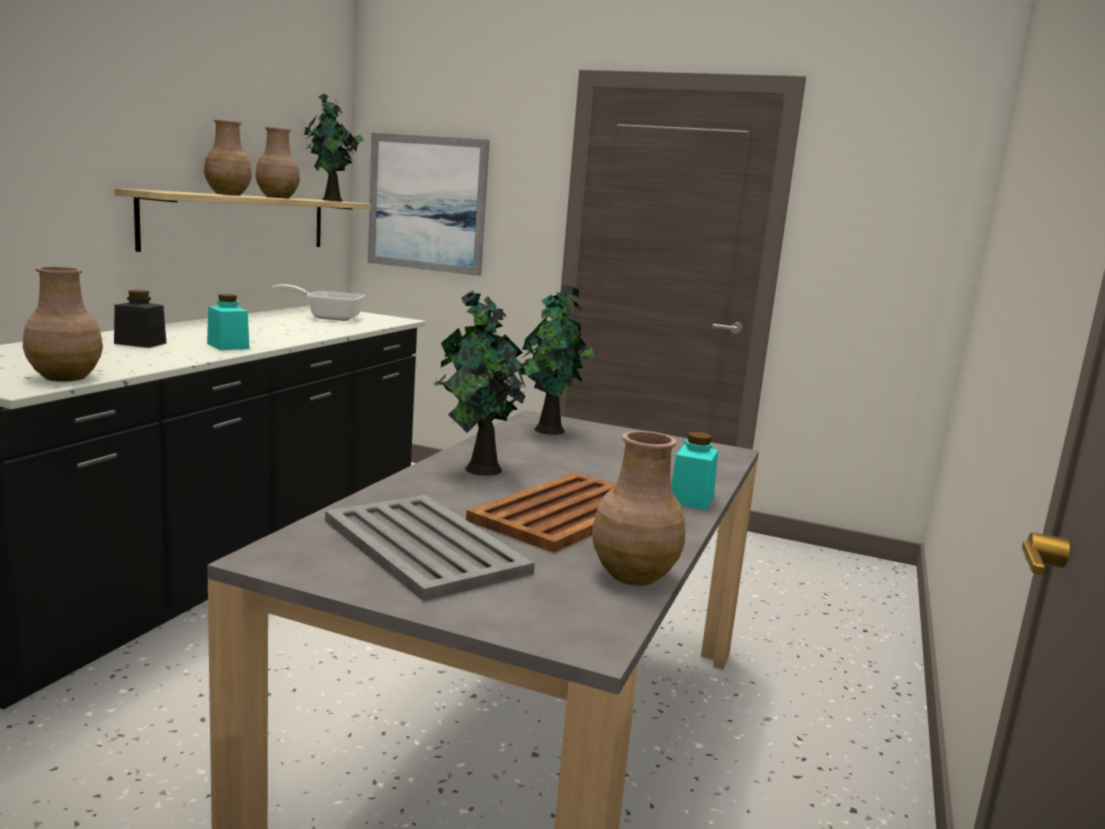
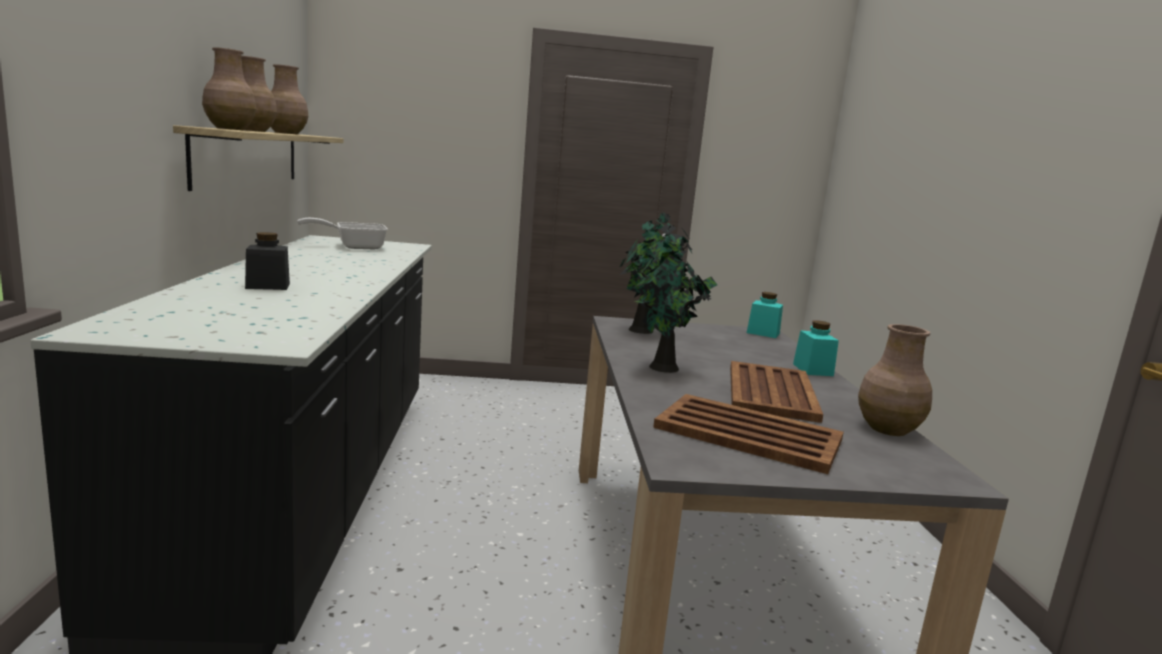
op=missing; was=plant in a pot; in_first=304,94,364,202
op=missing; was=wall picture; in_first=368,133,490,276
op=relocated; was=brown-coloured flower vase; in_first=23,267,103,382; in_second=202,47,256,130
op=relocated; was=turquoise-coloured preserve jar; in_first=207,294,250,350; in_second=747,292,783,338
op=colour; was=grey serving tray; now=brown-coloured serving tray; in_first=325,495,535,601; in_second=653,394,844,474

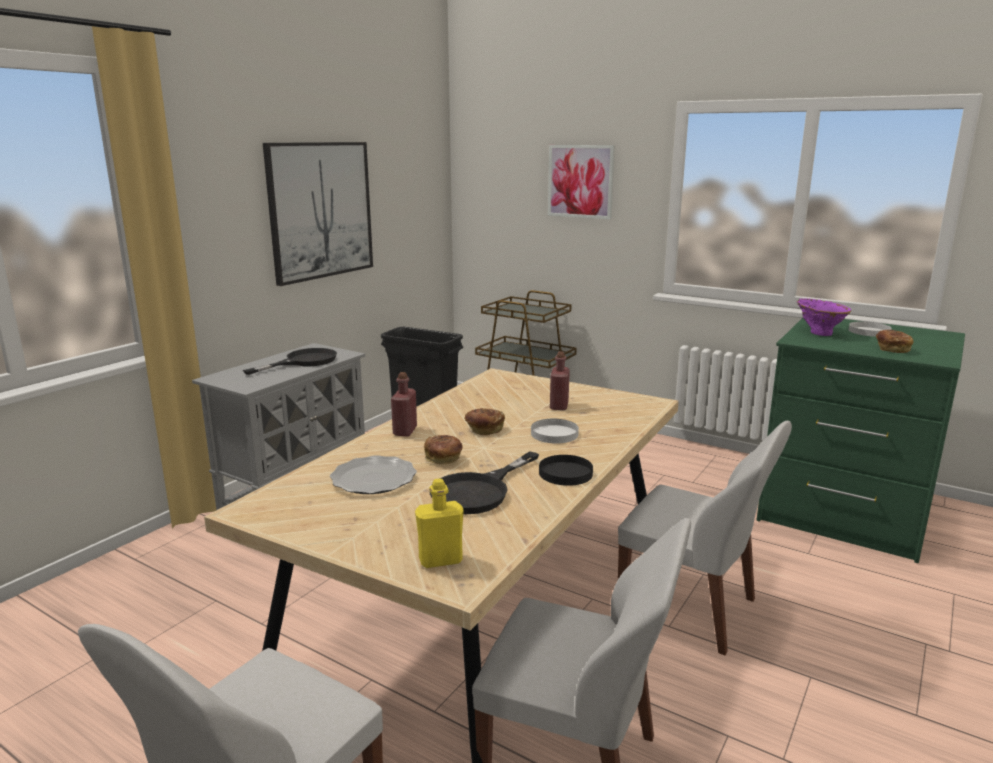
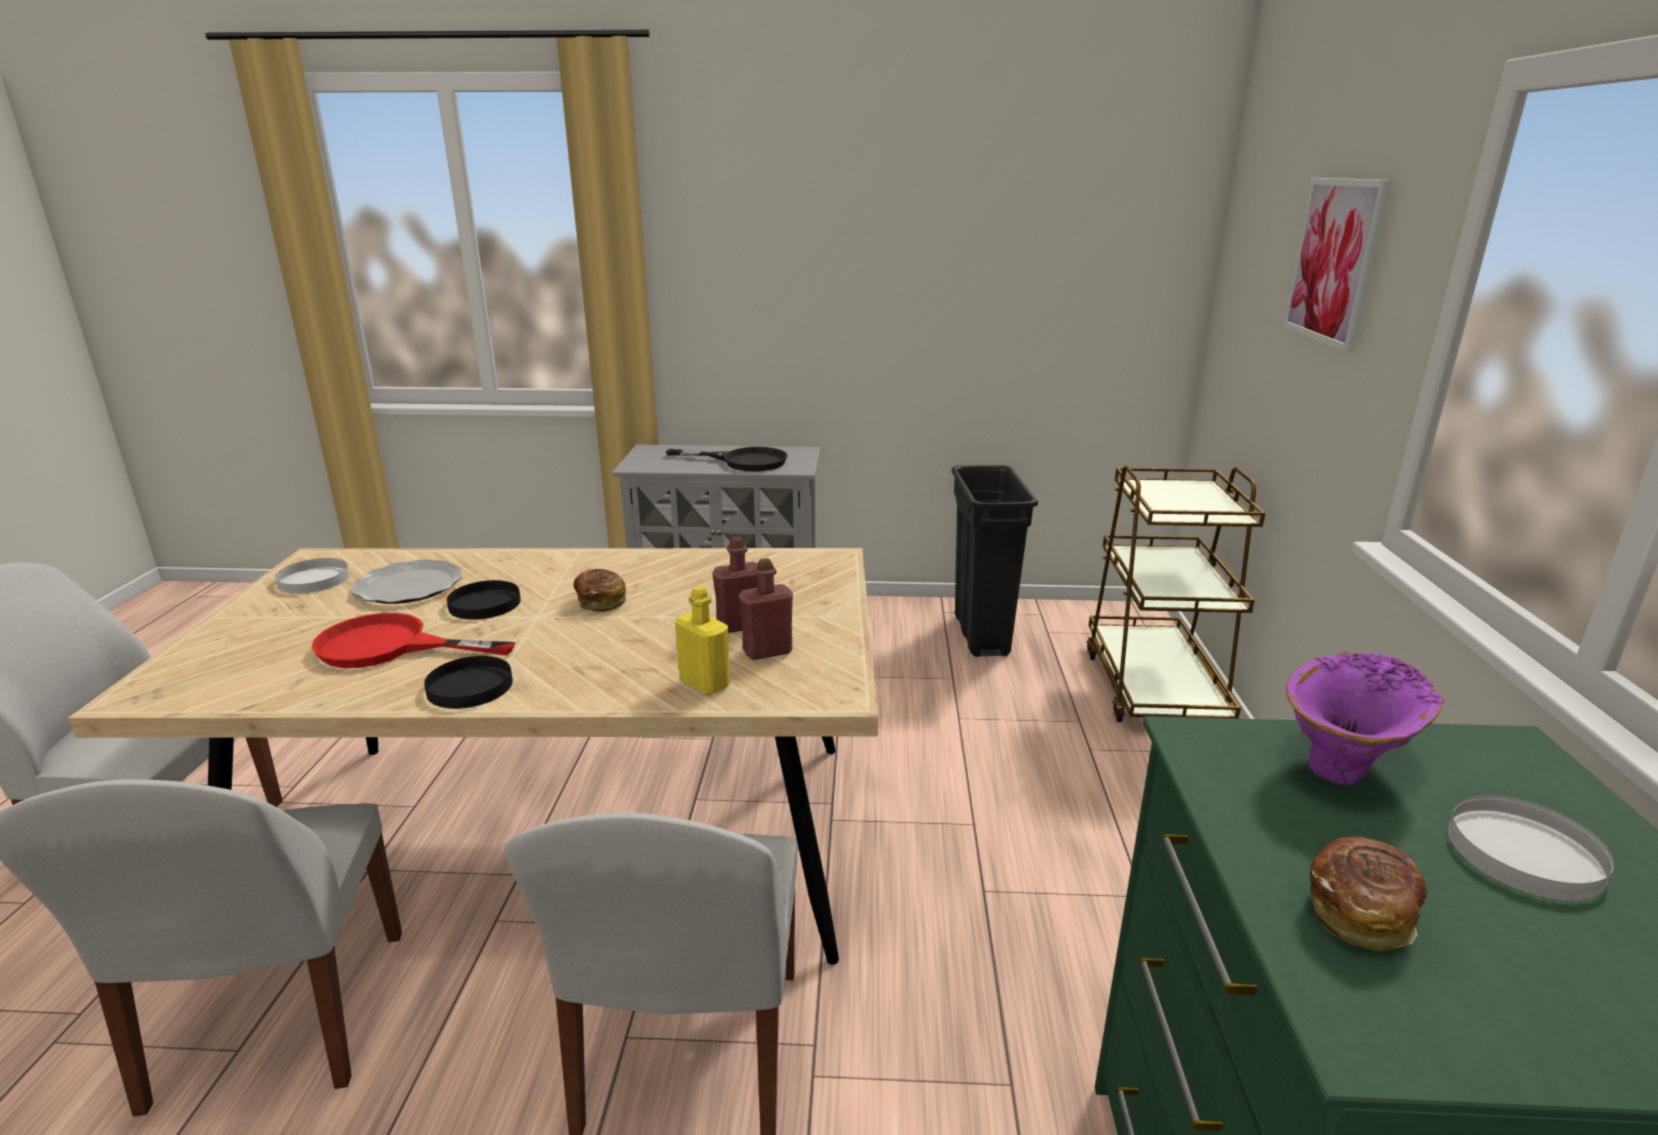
op=missing; was=wall picture; in_first=263,142,373,286
op=relocated; was=reddish beverage bottle; in_first=391,372,417,436; in_second=739,558,793,660
op=relocated; was=yellow-coloured beverage bottle; in_first=415,478,464,568; in_second=675,585,730,696
op=relocated; was=white dinner plate; in_first=531,419,579,444; in_second=275,558,350,594
op=exchanged; was=baked bread; now=black dinner plate; in_first=424,435,462,464; in_second=447,580,521,620
op=colour; was=black skillet; now=reddish skillet; in_first=429,451,539,514; in_second=311,613,515,668

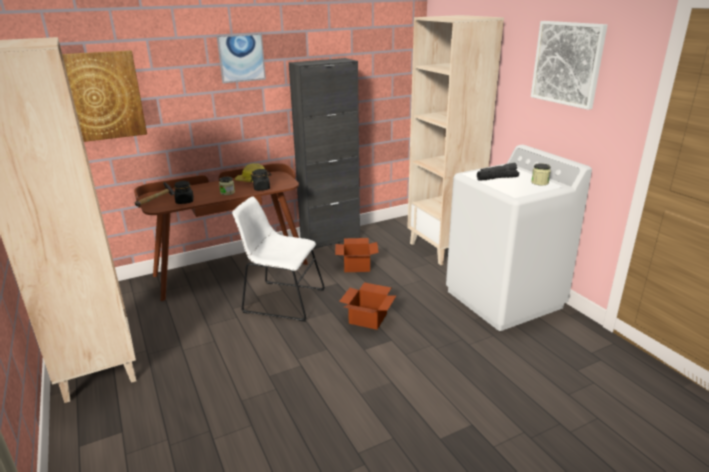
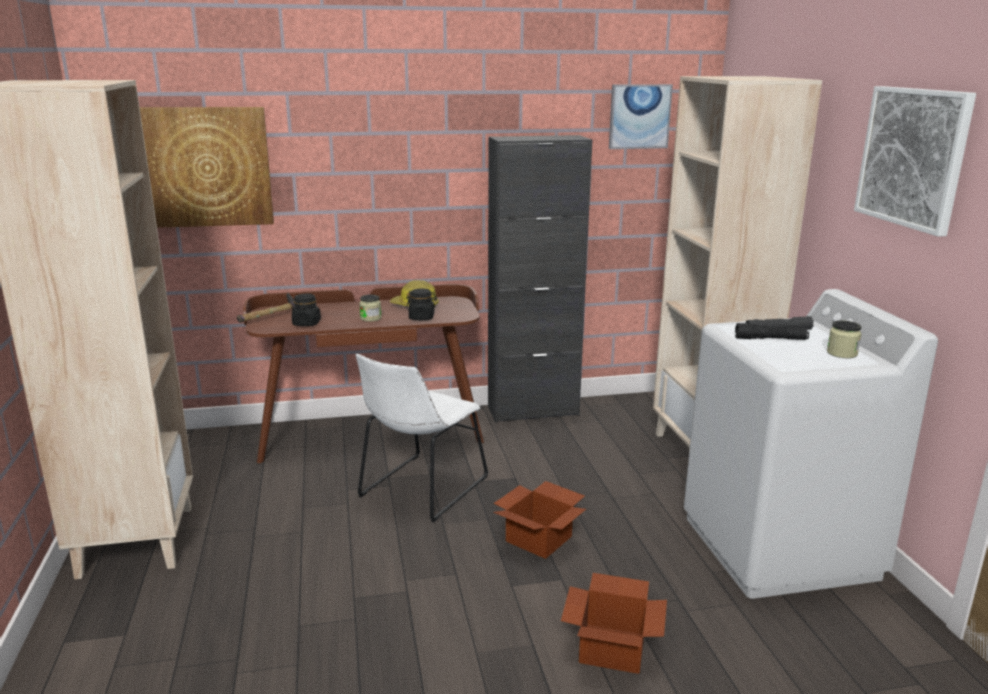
op=relocated; was=wall picture; in_first=217,33,266,83; in_second=609,84,673,149
op=relocated; was=cardboard box; in_first=335,238,379,272; in_second=561,573,667,674
op=spun; was=white chair; in_first=232,196,325,322; in_second=356,353,488,522; clockwise=-90

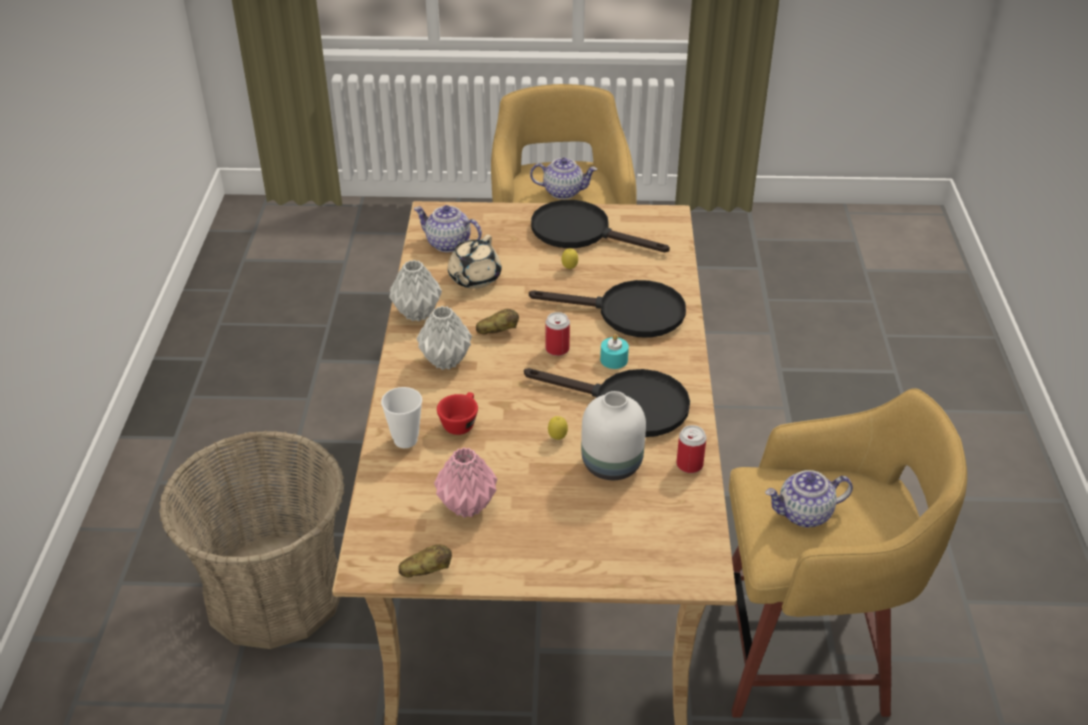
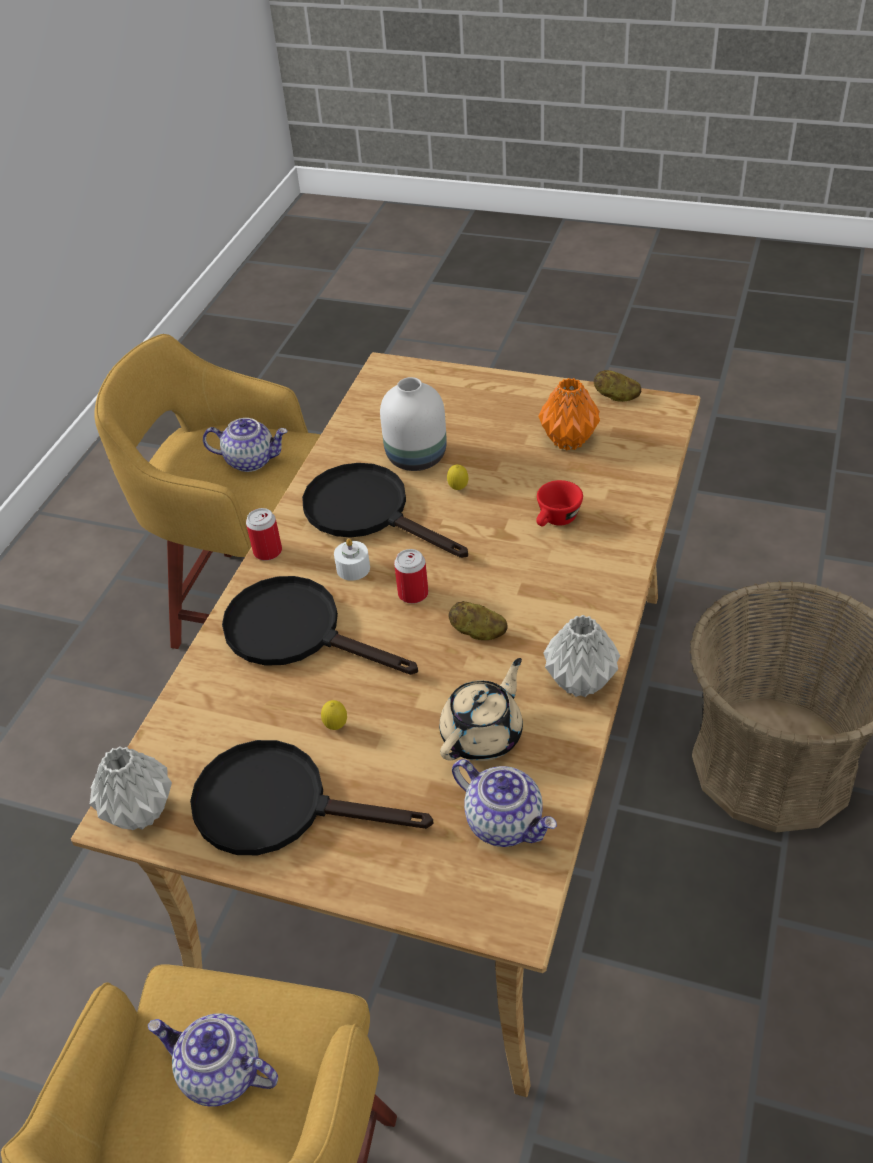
op=missing; was=small cup; in_first=381,387,422,448
op=relocated; was=grey flower vase; in_first=417,306,472,370; in_second=90,746,172,830
op=relocated; was=metal can; in_first=676,425,707,473; in_second=246,508,282,561
op=colour; was=pink-coloured flower vase; now=orange flower vase; in_first=434,447,497,518; in_second=538,378,600,450
op=colour; was=turquoise-coloured wax light; now=white wax light; in_first=600,334,629,369; in_second=334,538,370,581
op=spun; was=black skillet; in_first=531,200,670,252; in_second=190,740,434,855; clockwise=150

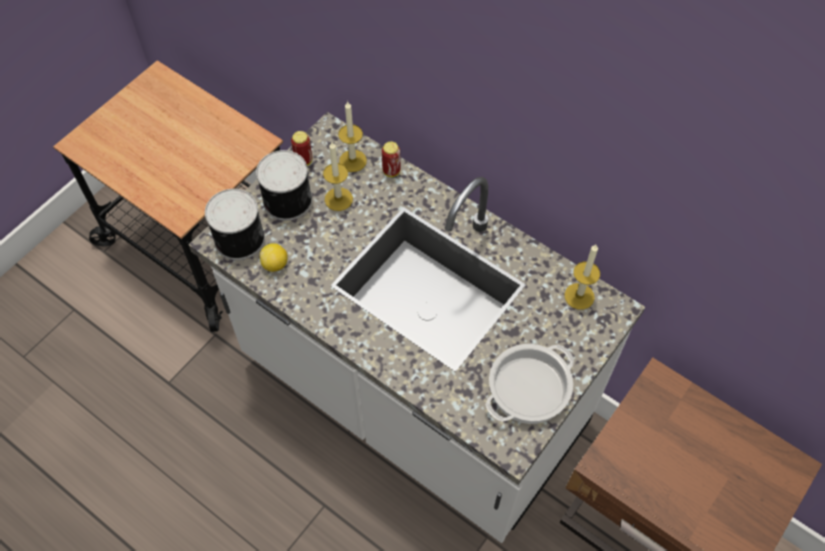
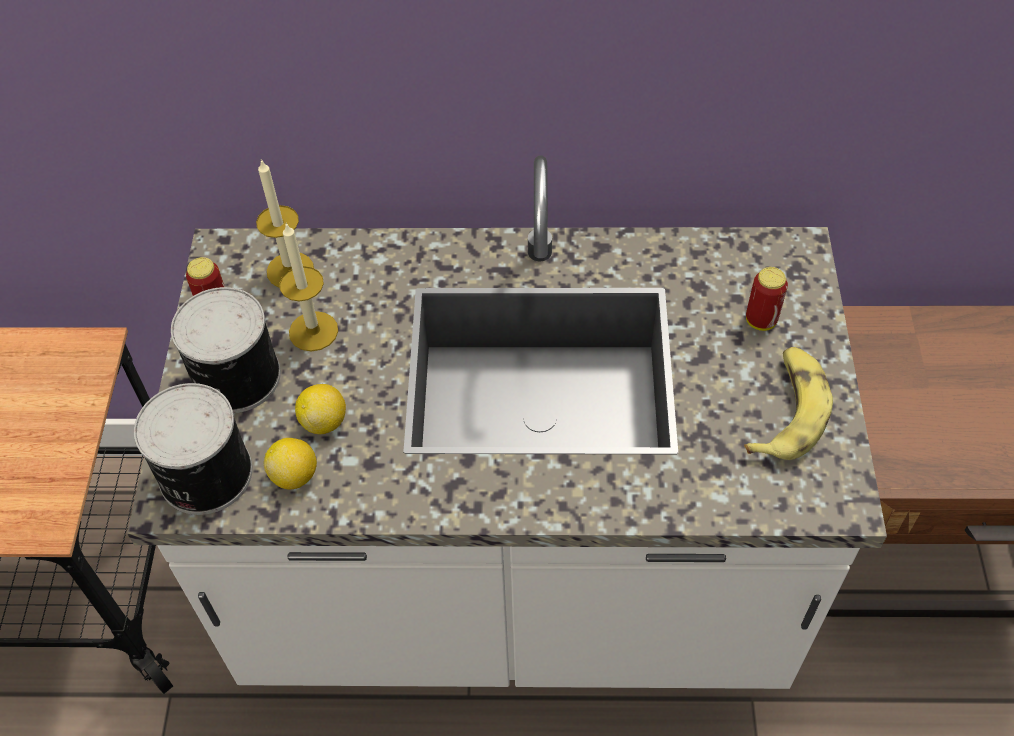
op=missing; was=wax light; in_first=564,244,600,310
op=appeared; now=citrus fruit; in_second=295,384,346,434
op=relocated; was=metal can; in_first=382,141,400,177; in_second=746,267,788,331
op=exchanged; was=saucepot; now=whole banana; in_first=485,344,574,424; in_second=744,347,833,460

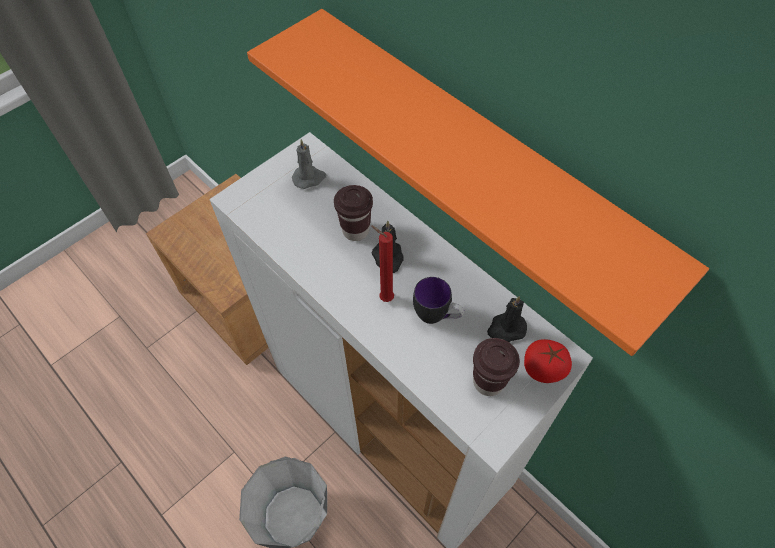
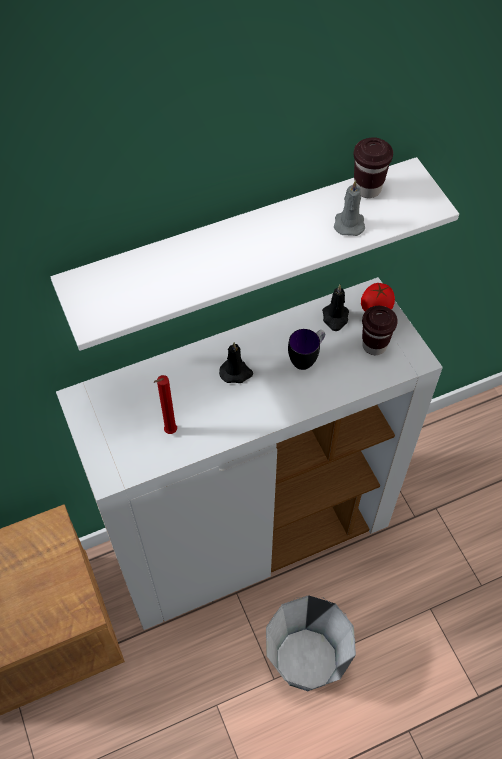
op=relocated; was=grey wax light; in_first=292,139,326,189; in_second=334,180,365,236
op=relocated; was=brown-coloured small cup; in_first=334,185,373,241; in_second=354,137,393,198
op=relocated; was=reddish wax light; in_first=372,226,394,302; in_second=154,375,177,434
op=colour; was=orange wall shelf; now=white wall shelf; in_first=247,9,709,356; in_second=51,157,459,351

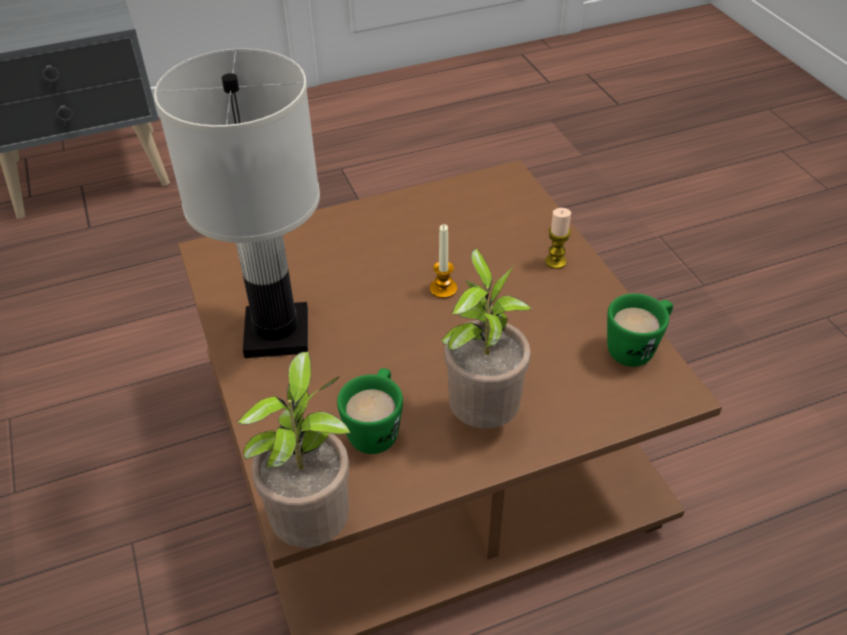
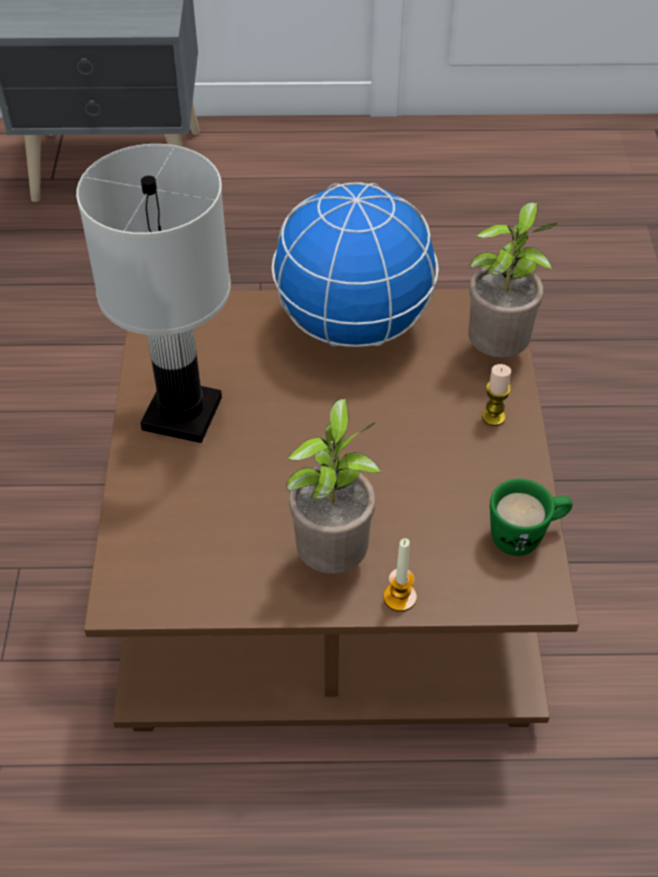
op=missing; was=green-coloured tea mug; in_first=337,368,403,454
op=appeared; now=globe; in_second=272,183,439,347
op=relocated; was=plant in a pot; in_first=237,352,351,548; in_second=468,202,558,357
op=relocated; was=wax light; in_first=430,224,457,298; in_second=383,538,417,612

